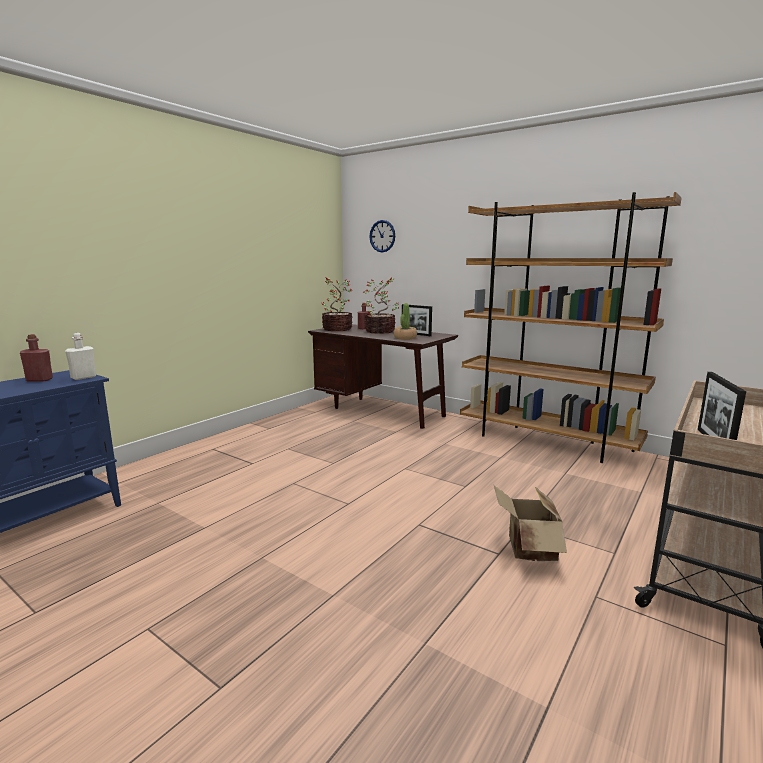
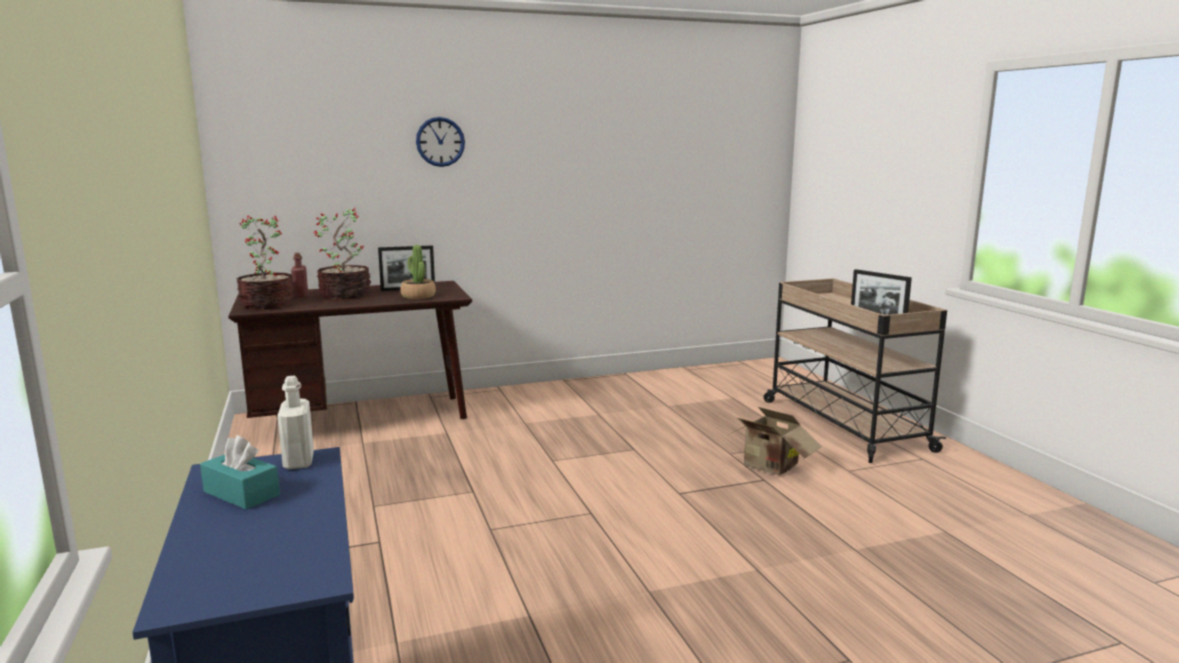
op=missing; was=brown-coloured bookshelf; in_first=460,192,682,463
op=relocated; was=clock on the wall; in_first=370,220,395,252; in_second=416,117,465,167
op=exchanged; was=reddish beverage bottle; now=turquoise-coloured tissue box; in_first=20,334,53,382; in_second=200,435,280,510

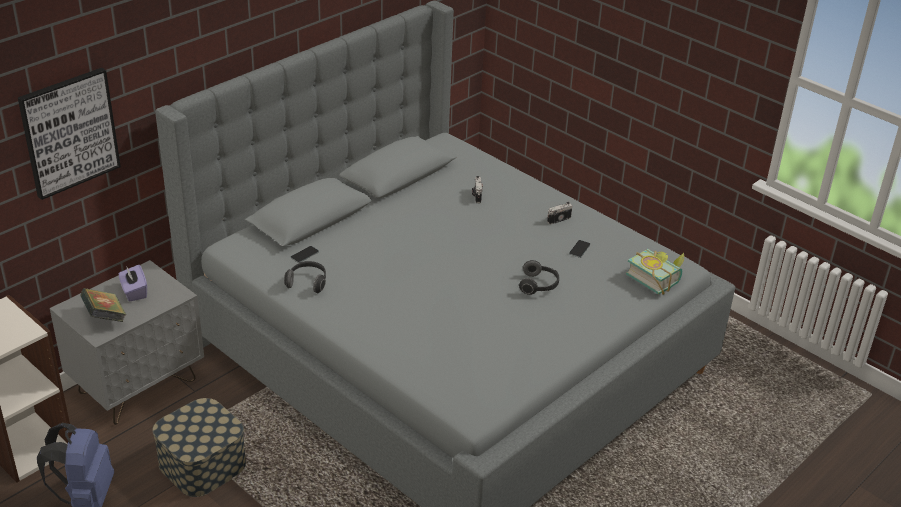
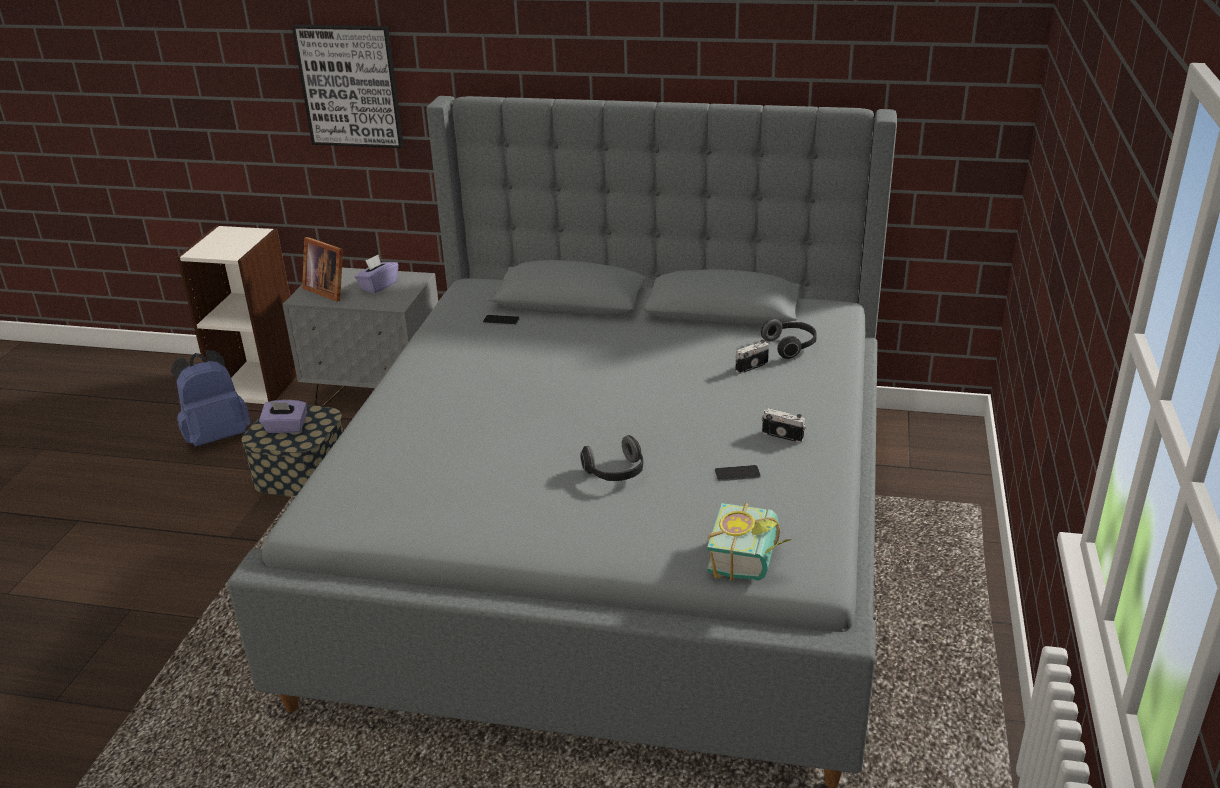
op=appeared; now=purple-coloured tissue box; in_second=259,400,307,433
op=relocated; was=pair of headphones; in_first=284,261,326,293; in_second=761,319,817,359
op=exchanged; was=volume; now=standing frame; in_first=80,288,126,322; in_second=302,237,343,301

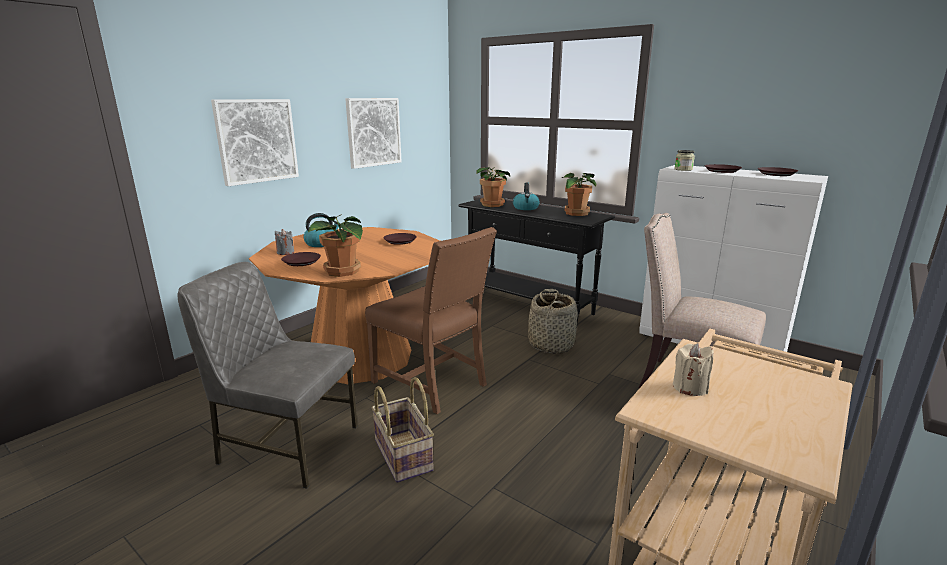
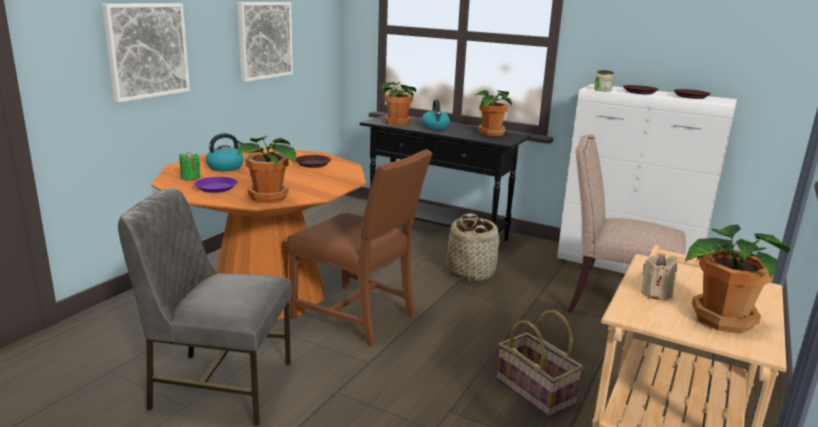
op=appeared; now=plant in a pot; in_second=684,224,791,334
op=relocated; was=basket; in_first=371,377,434,483; in_second=497,310,583,417
op=colour; was=grey wax light; now=green-coloured wax light; in_first=275,229,294,255; in_second=179,151,200,180
op=colour; was=brown-coloured dinner plate; now=purple-coloured dinner plate; in_first=281,252,321,266; in_second=194,177,237,193

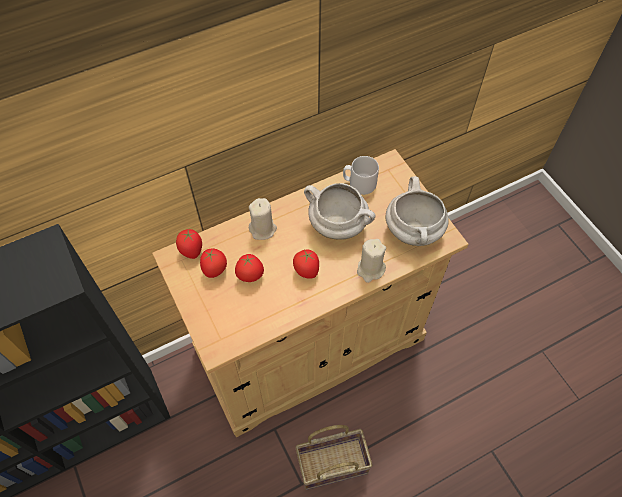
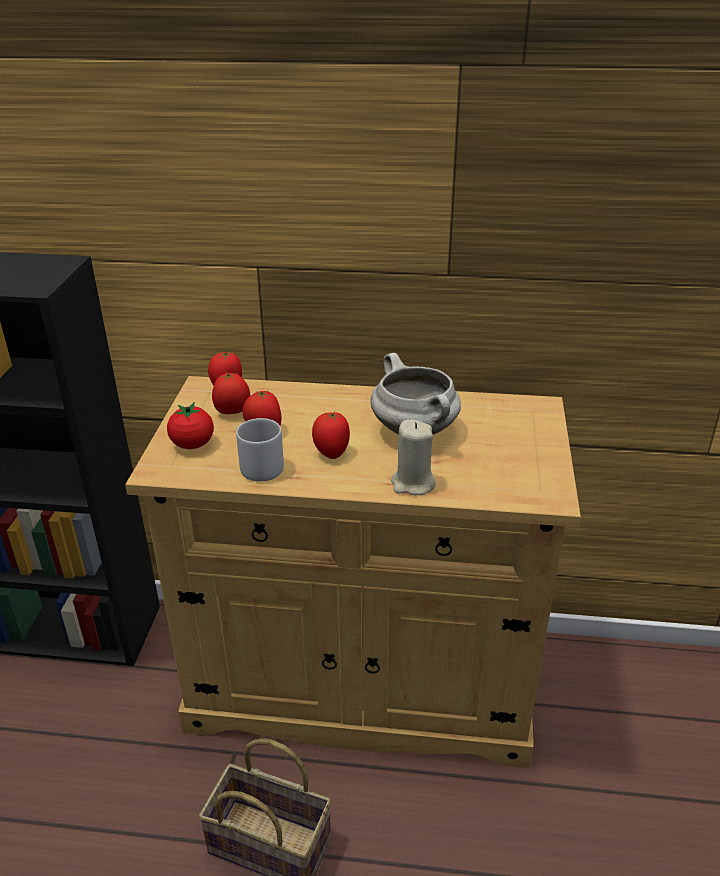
op=missing; was=sand-coloured wax light; in_first=249,198,277,240
op=missing; was=white saucepot; in_first=385,176,449,246
op=appeared; now=whole tomato; in_second=167,402,214,449
op=relocated; was=grey tea mug; in_first=343,156,379,195; in_second=236,418,284,482

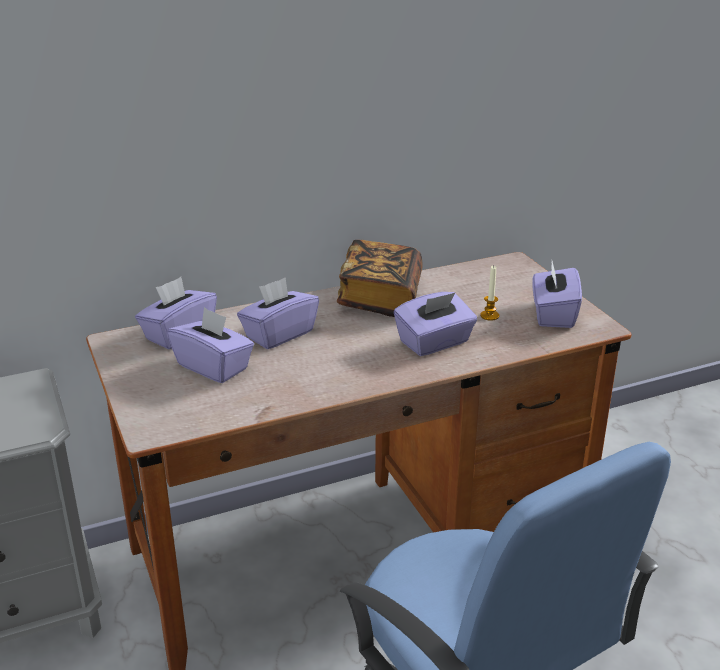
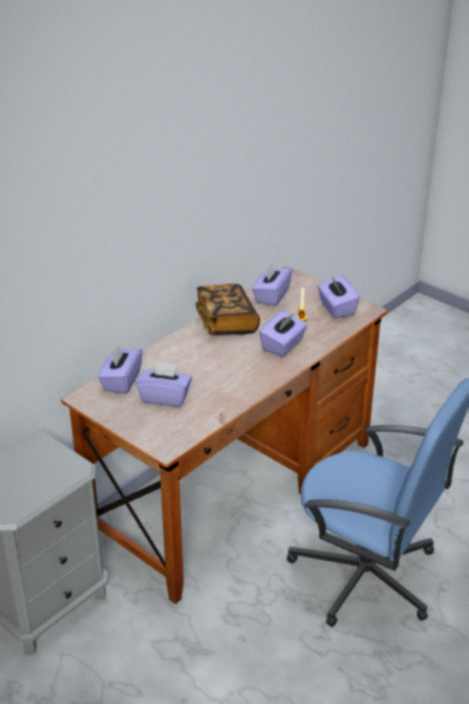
op=relocated; was=purple-coloured tissue box; in_first=237,278,319,349; in_second=252,262,292,306

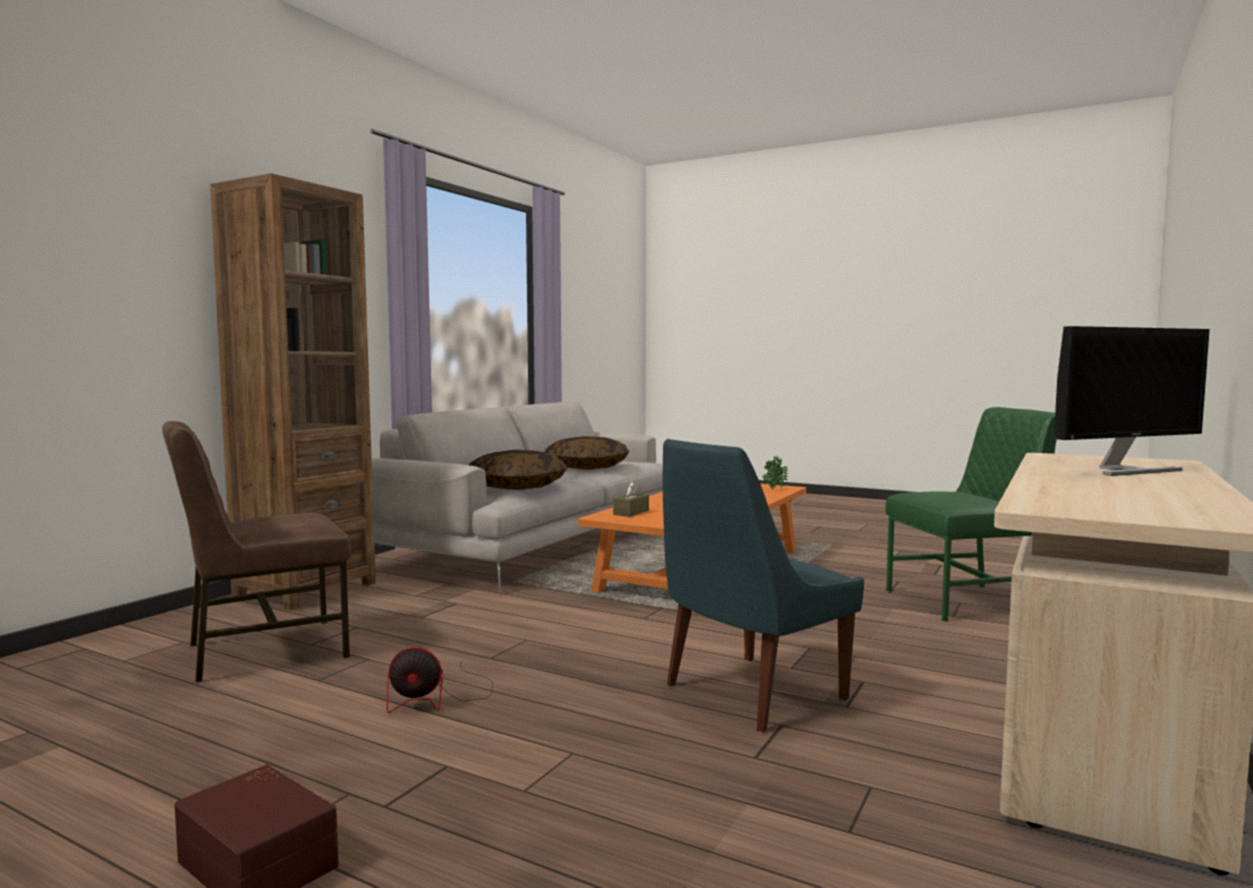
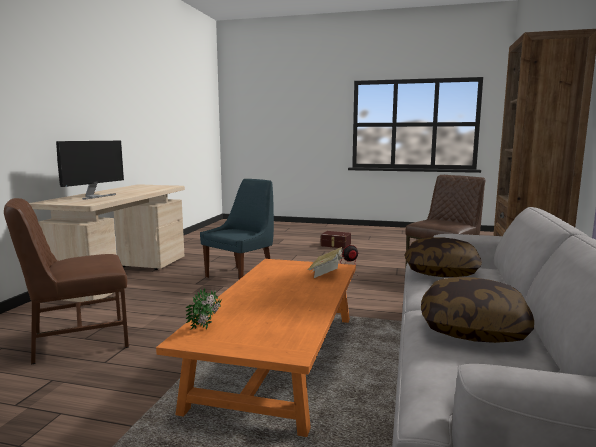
op=exchanged; was=brown-coloured tissue box; now=volume; in_first=613,481,649,517; in_second=308,247,345,278
op=colour; was=green-coloured chair; now=brown-coloured chair; in_first=885,407,1057,621; in_second=4,198,129,364
op=spun; was=computer screen; in_first=1054,326,1210,476; in_second=56,141,124,200; clockwise=150

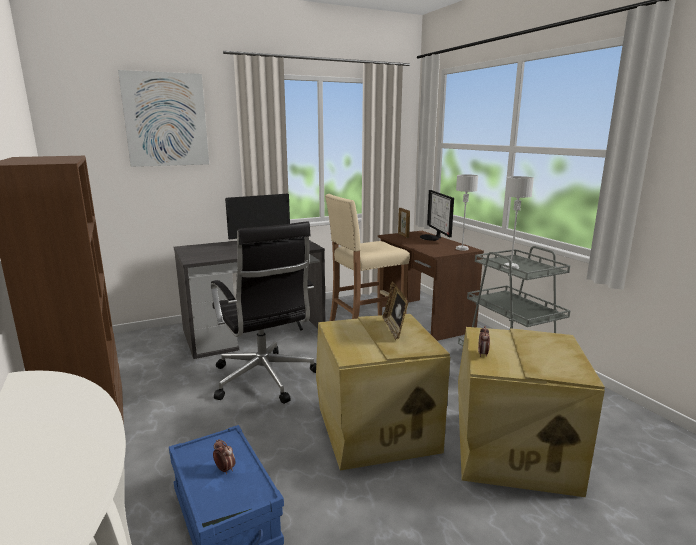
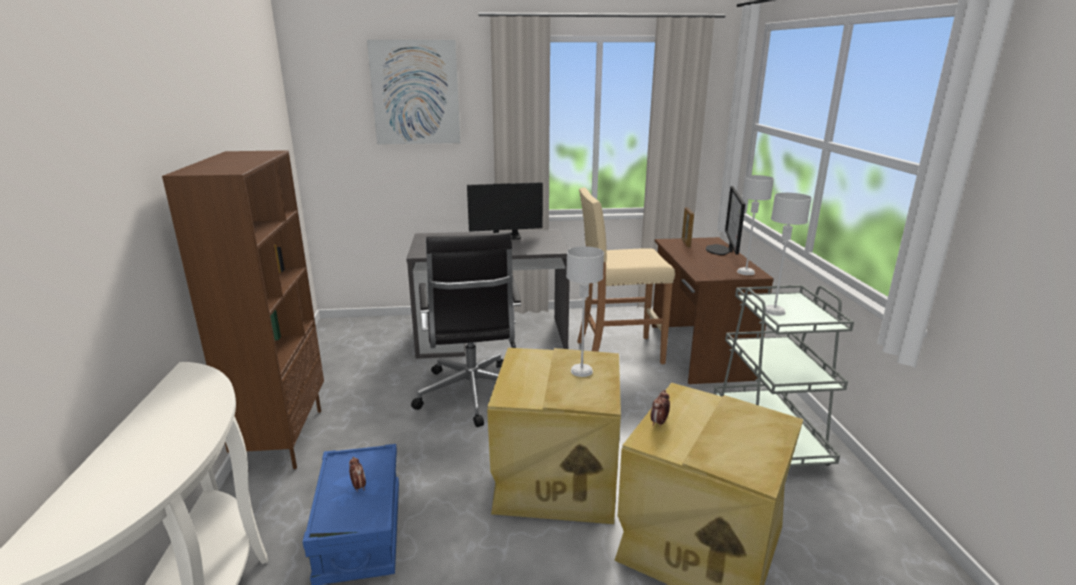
op=exchanged; was=standing frame; now=grey table lamp; in_first=383,282,409,340; in_second=566,246,604,377

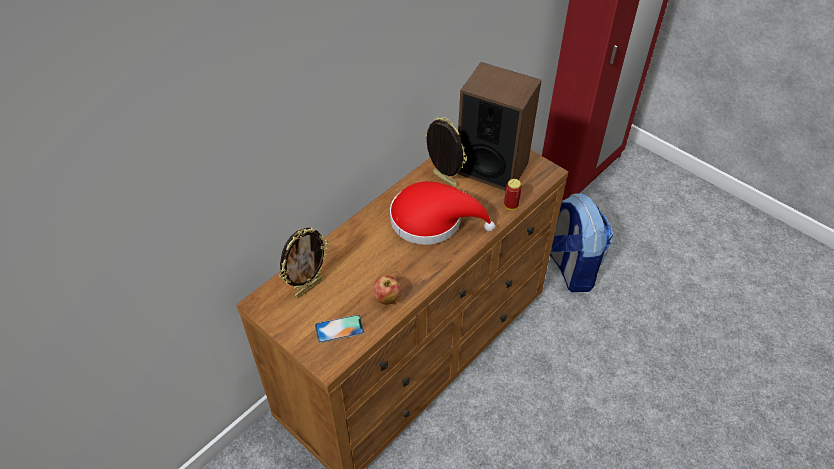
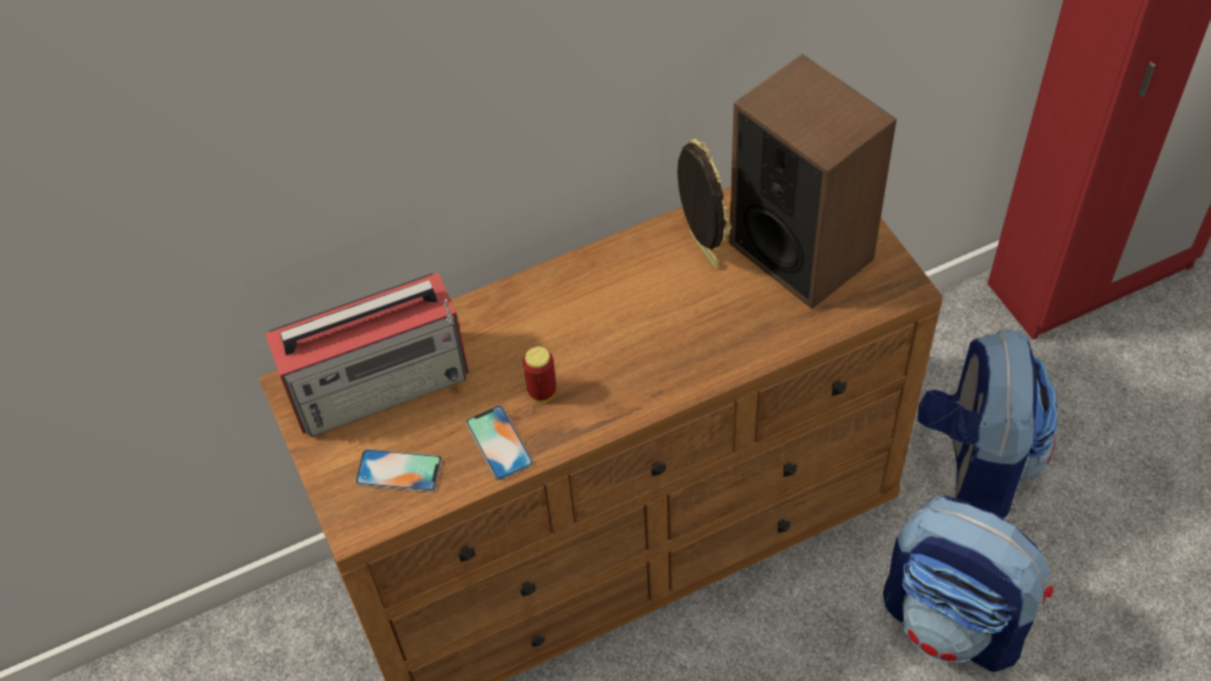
op=missing; was=reddish wearable hat; in_first=390,181,495,245
op=appeared; now=backpack; in_second=883,496,1053,672
op=relocated; was=metal can; in_first=504,179,522,210; in_second=523,346,557,402
op=exchanged; was=standing frame; now=radio set; in_first=279,228,329,298; in_second=265,273,469,437
op=exchanged; was=whole apple; now=telephone; in_first=373,276,401,305; in_second=466,405,534,480

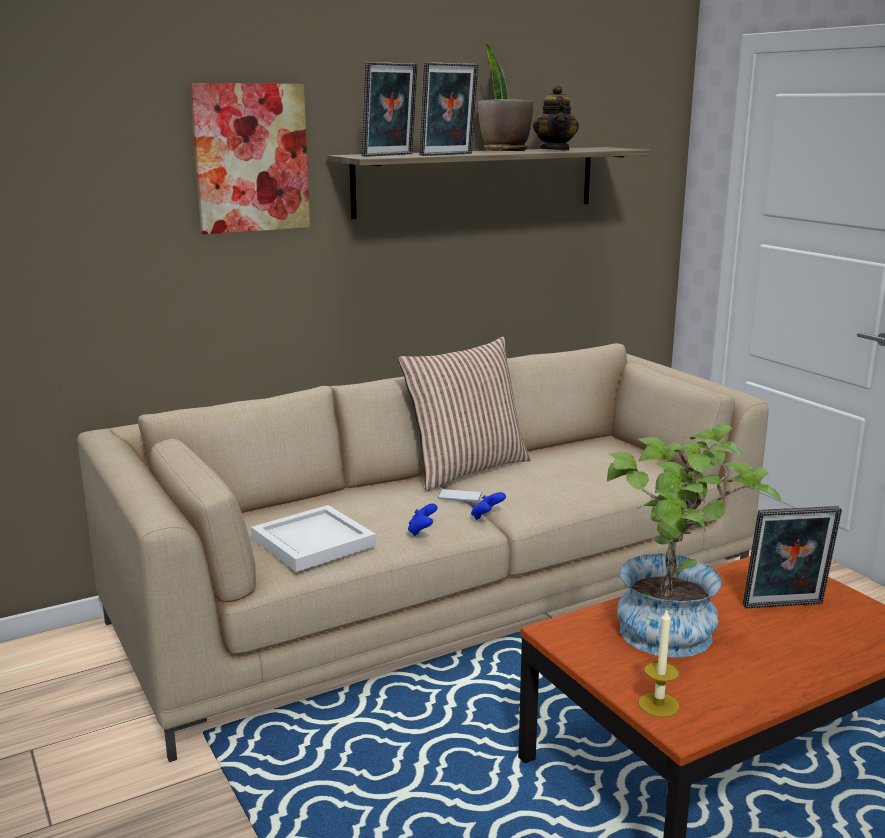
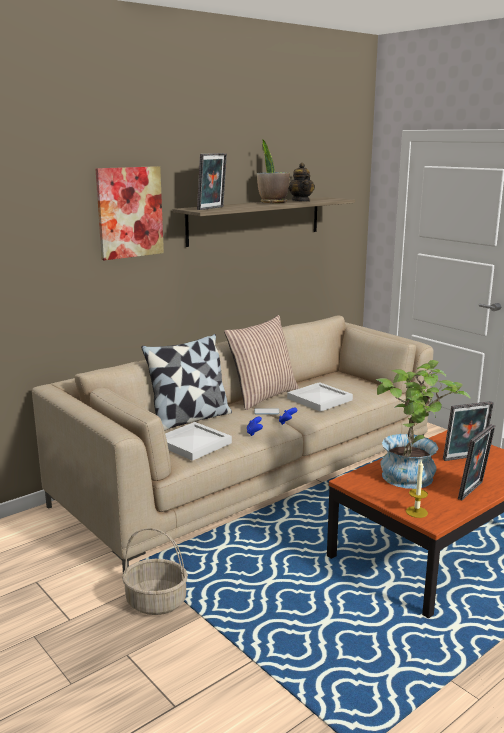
op=appeared; now=basket; in_second=122,528,188,615
op=appeared; now=throw pillow; in_second=141,334,232,431
op=appeared; now=white serving tray; in_second=287,382,353,412
op=relocated; was=standing frame; in_first=419,62,478,156; in_second=458,424,495,501

